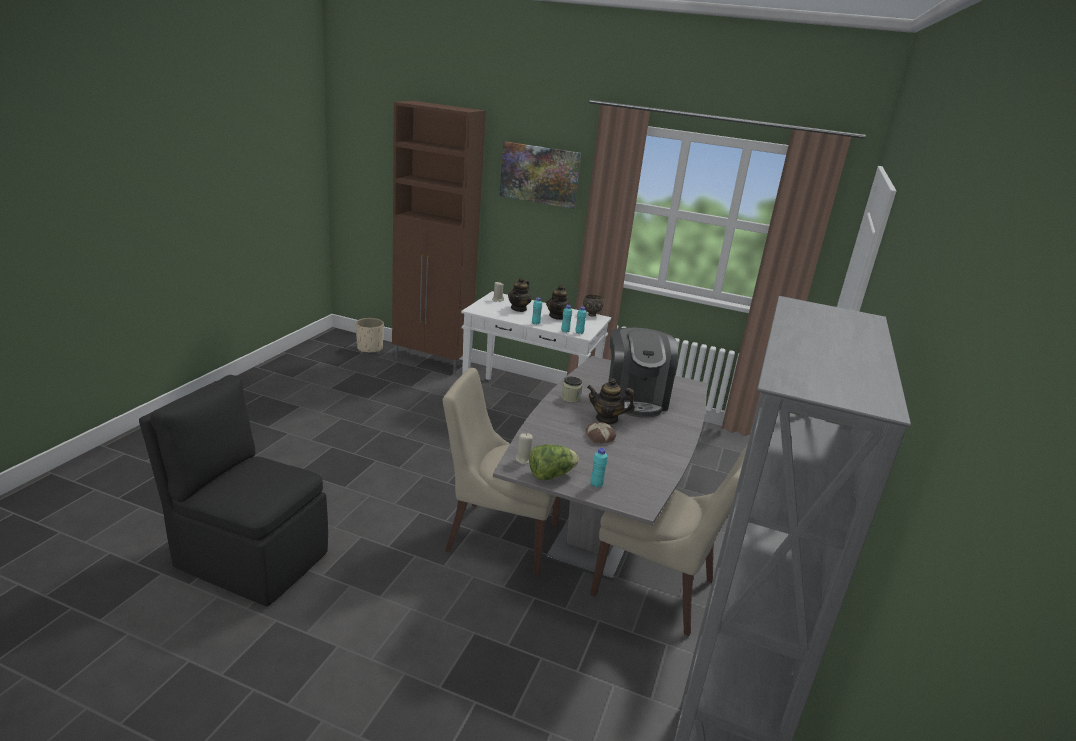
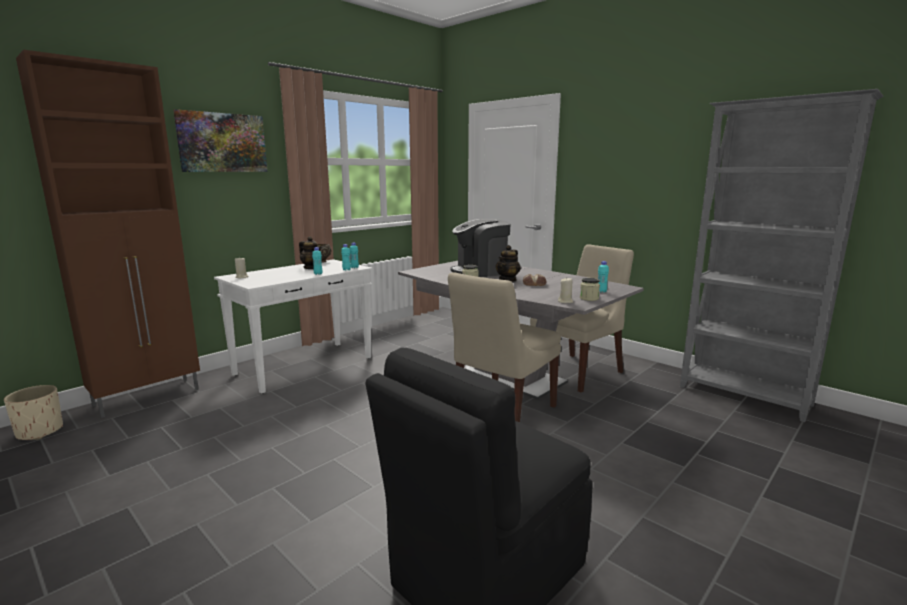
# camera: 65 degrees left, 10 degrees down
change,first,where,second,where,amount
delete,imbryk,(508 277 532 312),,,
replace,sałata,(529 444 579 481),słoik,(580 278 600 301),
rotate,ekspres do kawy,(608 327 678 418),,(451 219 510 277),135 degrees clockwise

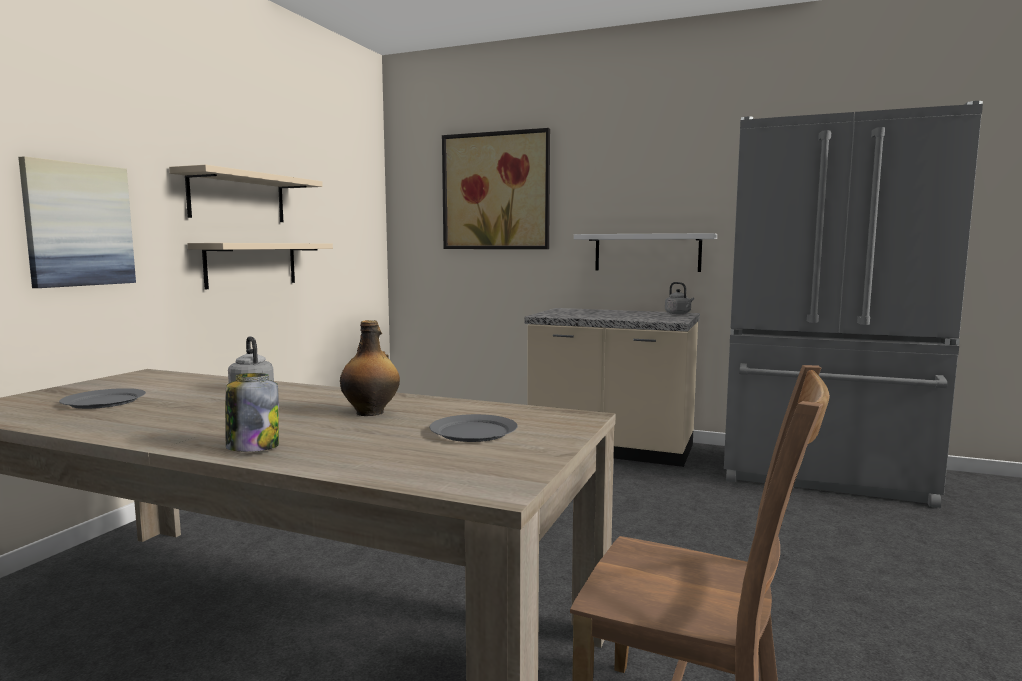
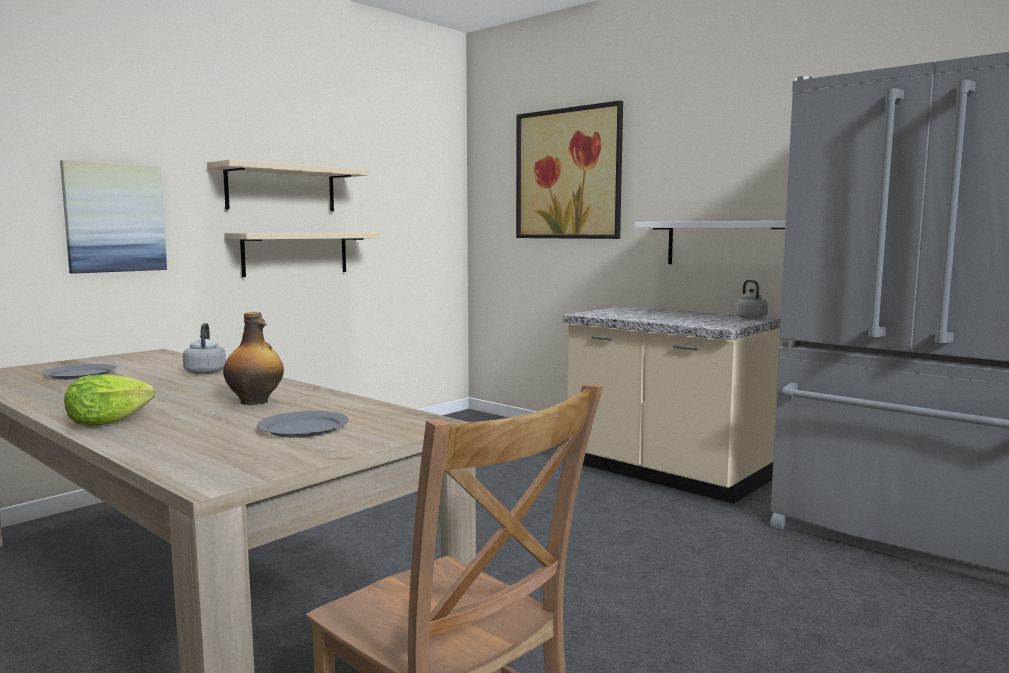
# camera: 20 degrees right, 0 degrees up
change,first,where,second,where,amount
replace,słoik,(225 373 279 452),sałata,(64 374 155 426),

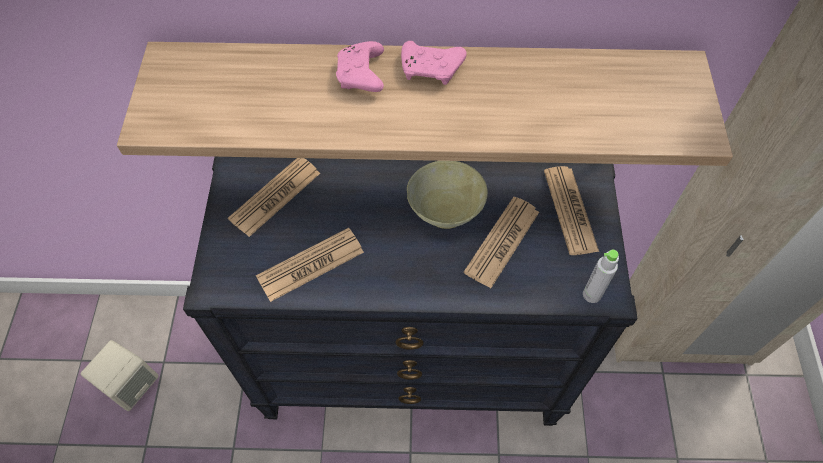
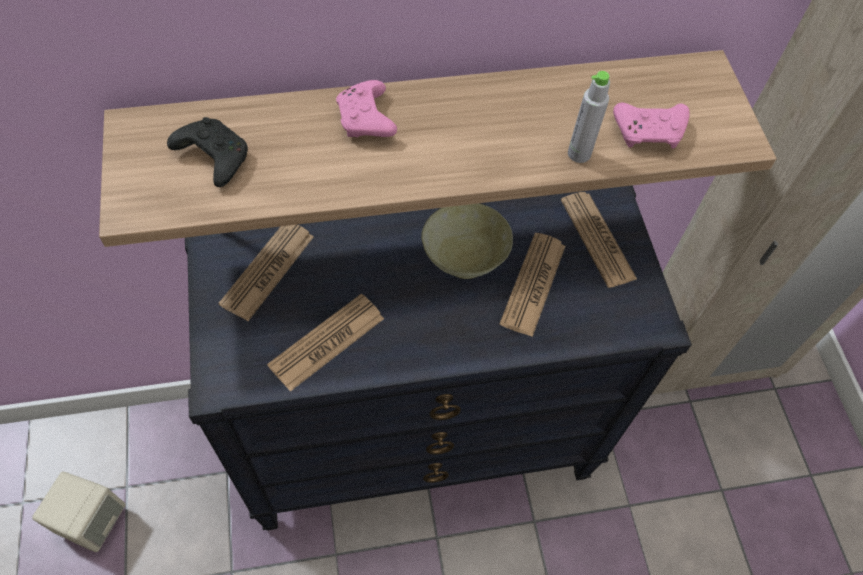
# camera: 15 degrees left, 0 degrees up
change,first,where,second,where,amount
move,pad do gier [różowy],(401 41 467 85),,(613 103 690 148),
move,butelka [szary],(583 250 619 303),,(568 71 610 163),
insert,,,pad do gier [czarny],(167 117 248 187),

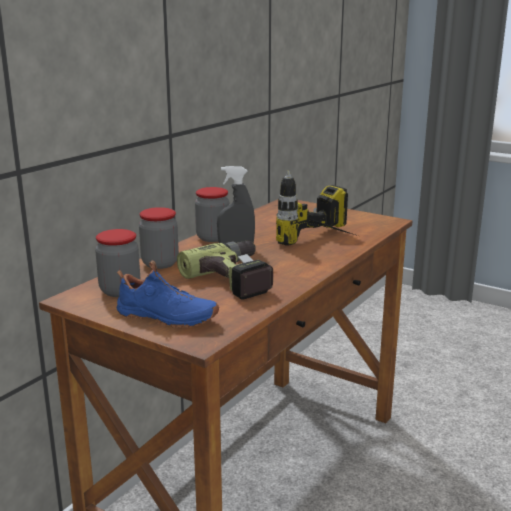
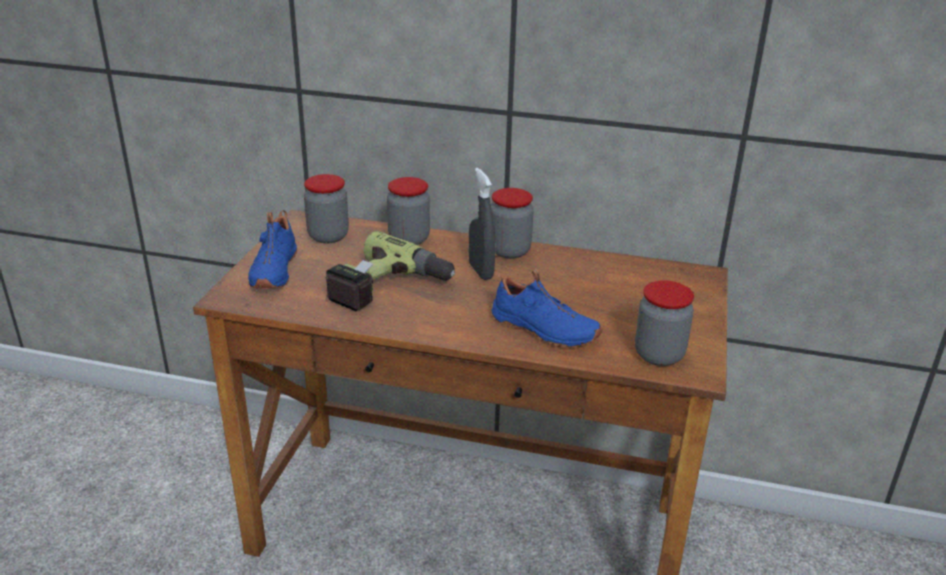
# camera: 70 degrees right, 10 degrees up
change,first,where,second,where,amount
replace,wiertarka,(276 171 358 246),but [niebieski],(492 269 602 348),
insert,,,słoik,(635 280 694 366),

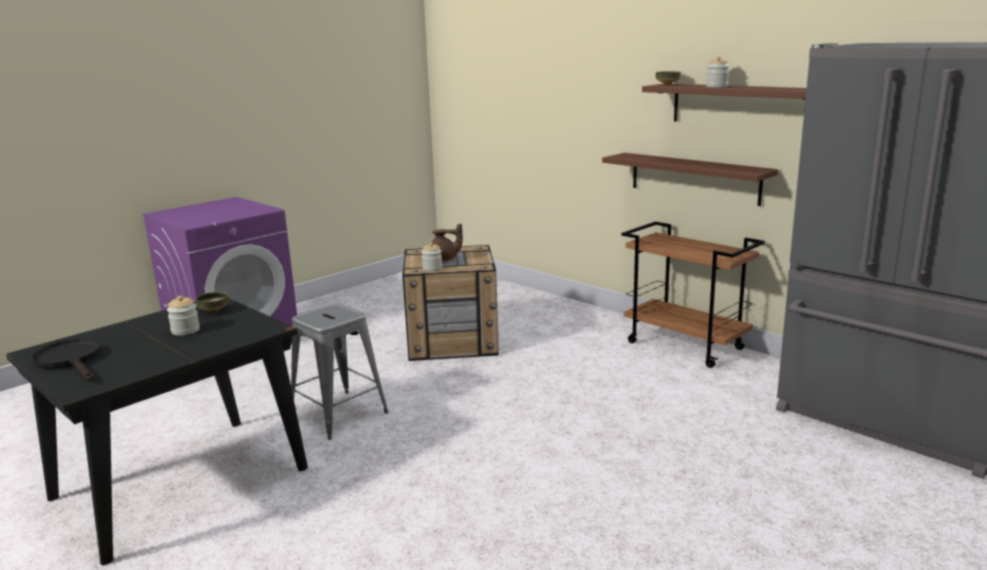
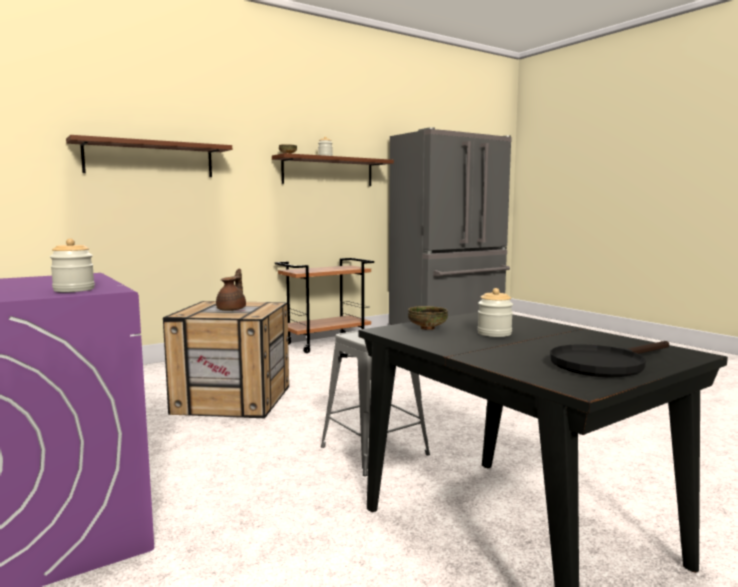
# camera: 80 degrees left, 10 degrees down
change,first,where,second,where,amount
move,słoik,(422 243 442 271),,(50 239 95 292),
move,półka [brązowy],(602 153 778 206),,(66 135 232 177),

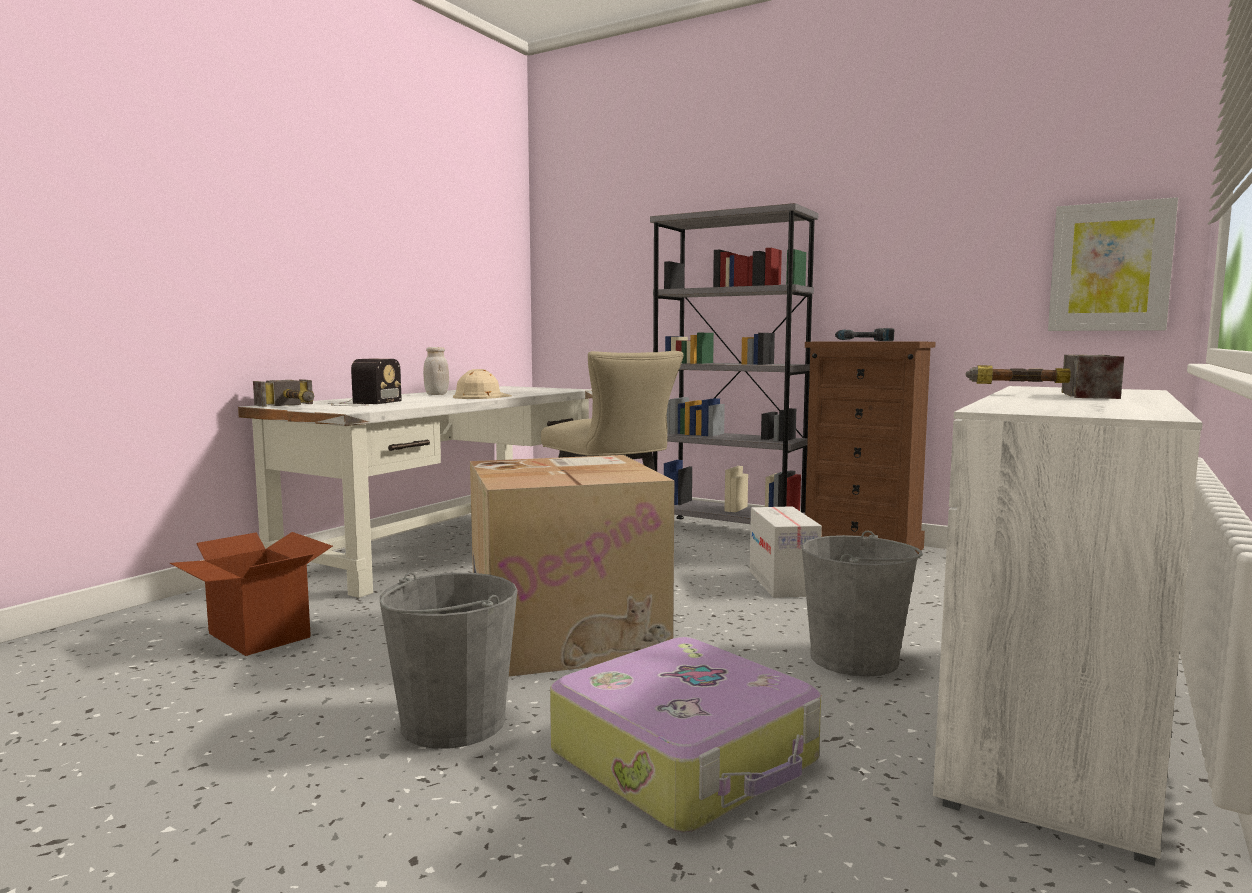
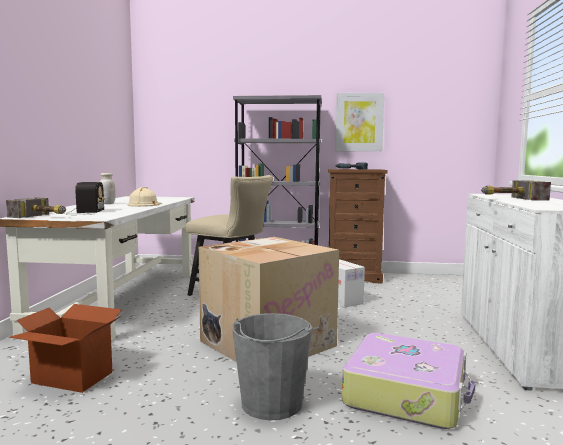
# camera: 25 degrees left, 0 degrees up
change,first,where,second,where,amount
delete,wiadro [szary],(802 530 923 677),,,
move,obraz,(1048 197 1178 331),,(335 93 384 151),

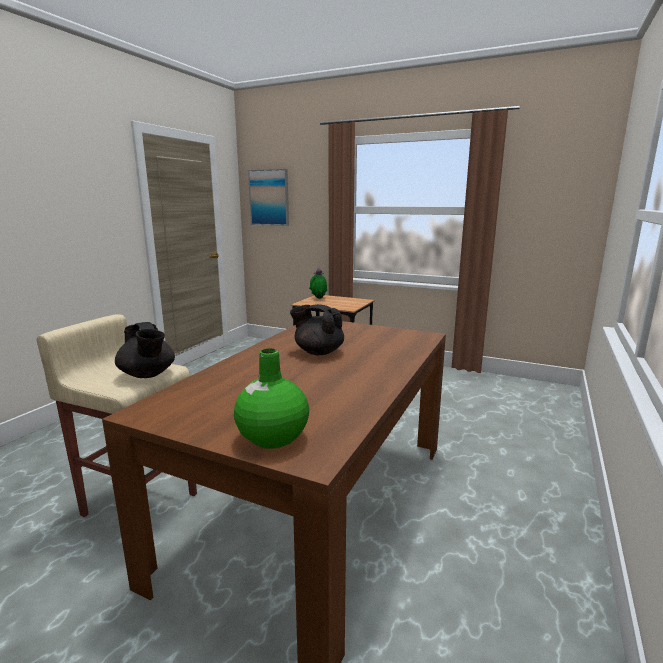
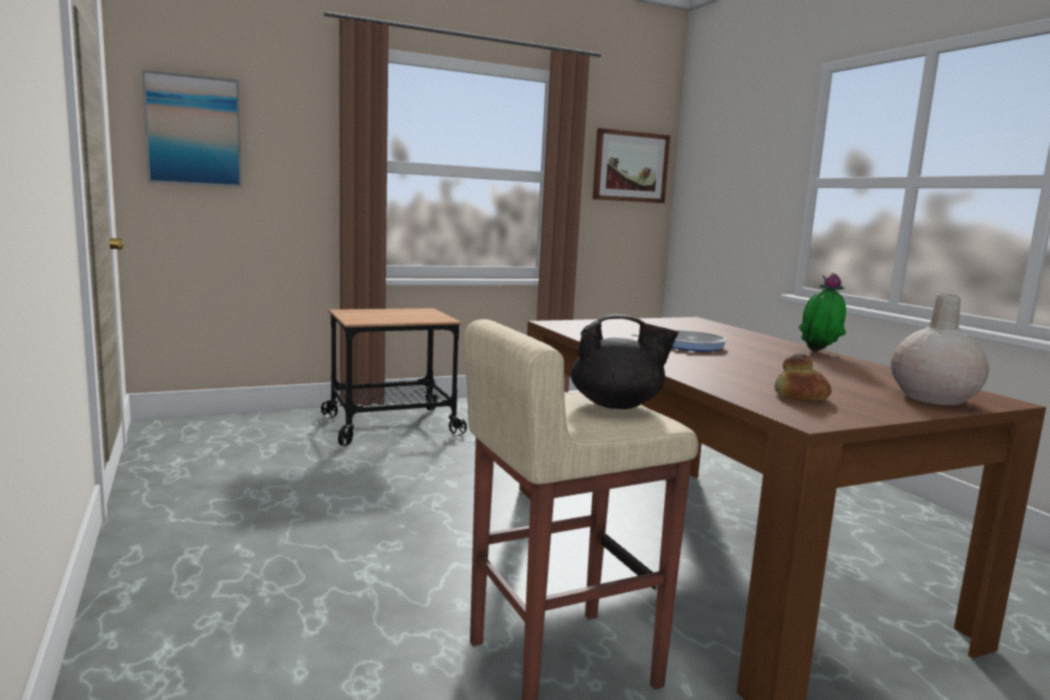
# camera: 50 degrees left, 5 degrees down
change,first,where,second,where,amount
recolor,wazon [zielony],(234 348 309 449),wazon [beżowy],(891 294 989 405),
replace,imbryk [czarny],(290 304 344 355),patelnia,(631 330 727 351),
move,roślina doniczkowa,(309 268 327 299),,(799 273 846 352),
insert,,,obraz,(593 128 670 203),
insert,,,chleb,(774 353 832 401),

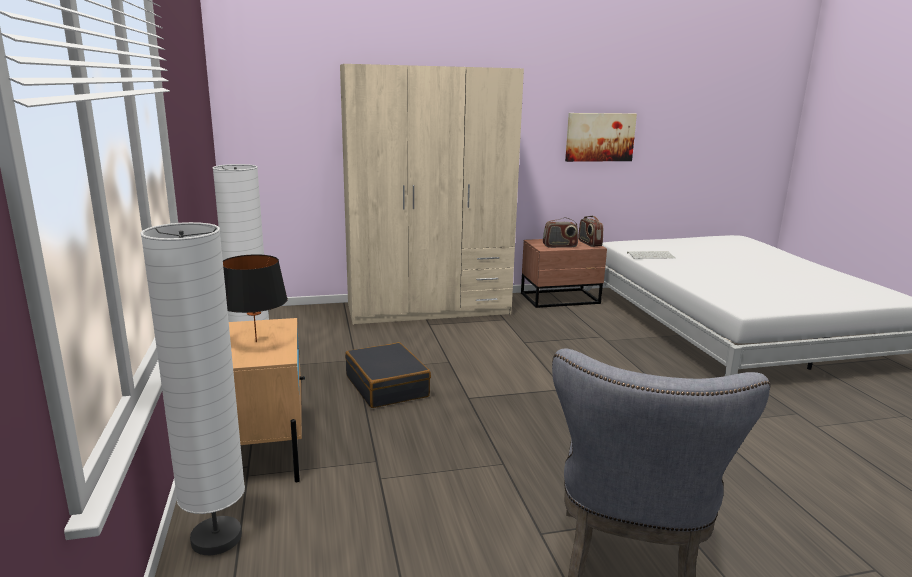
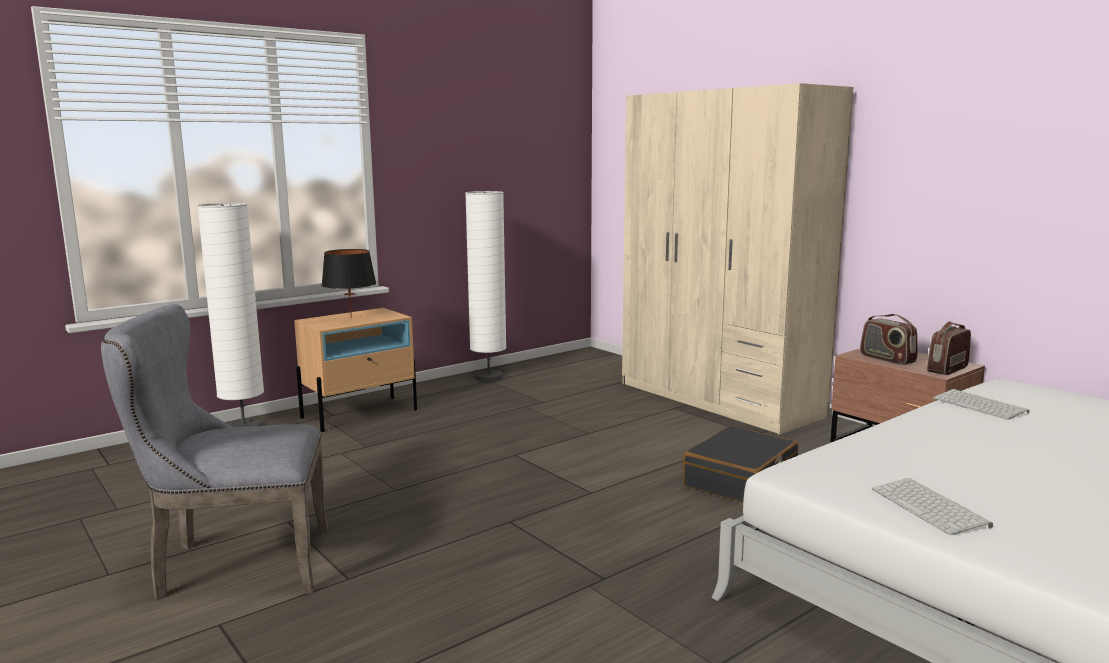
# camera: 65 degrees right, 5 degrees down
change,first,where,second,where,amount
move,walizka [czarny],(345 342 431 408),,(683 426 798 503),
delete,obraz,(565 113 637 162),,,
insert,,,klawiatura,(872 478 993 535),

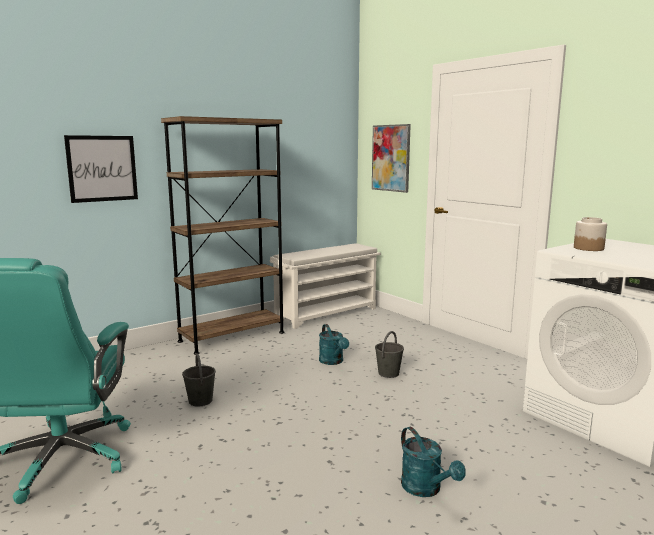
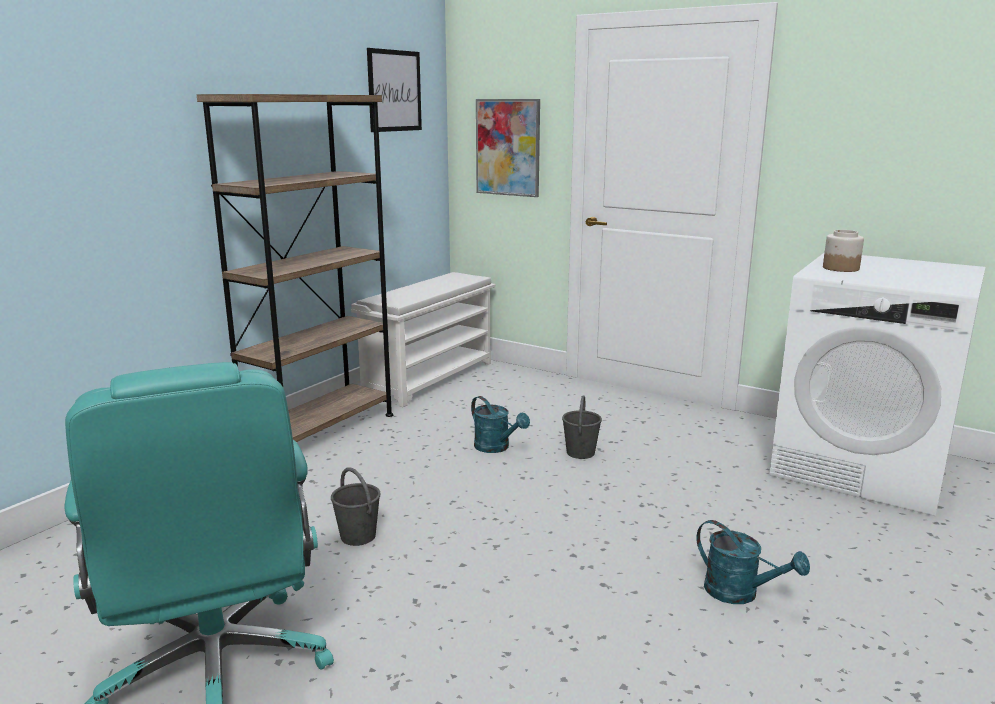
# camera: 20 degrees left, 5 degrees up
change,first,where,second,where,amount
move,obraz,(64 135 138 203),,(367 48 422 132),

